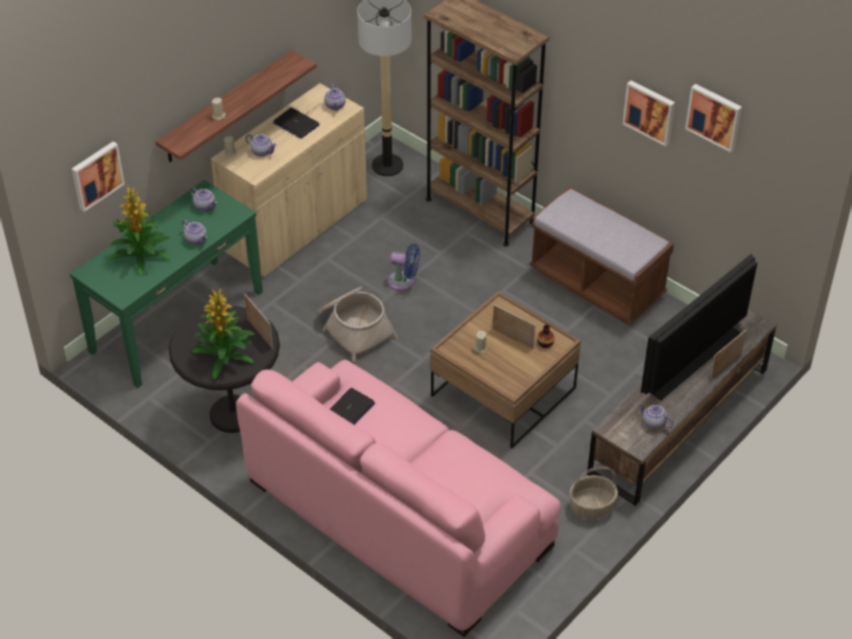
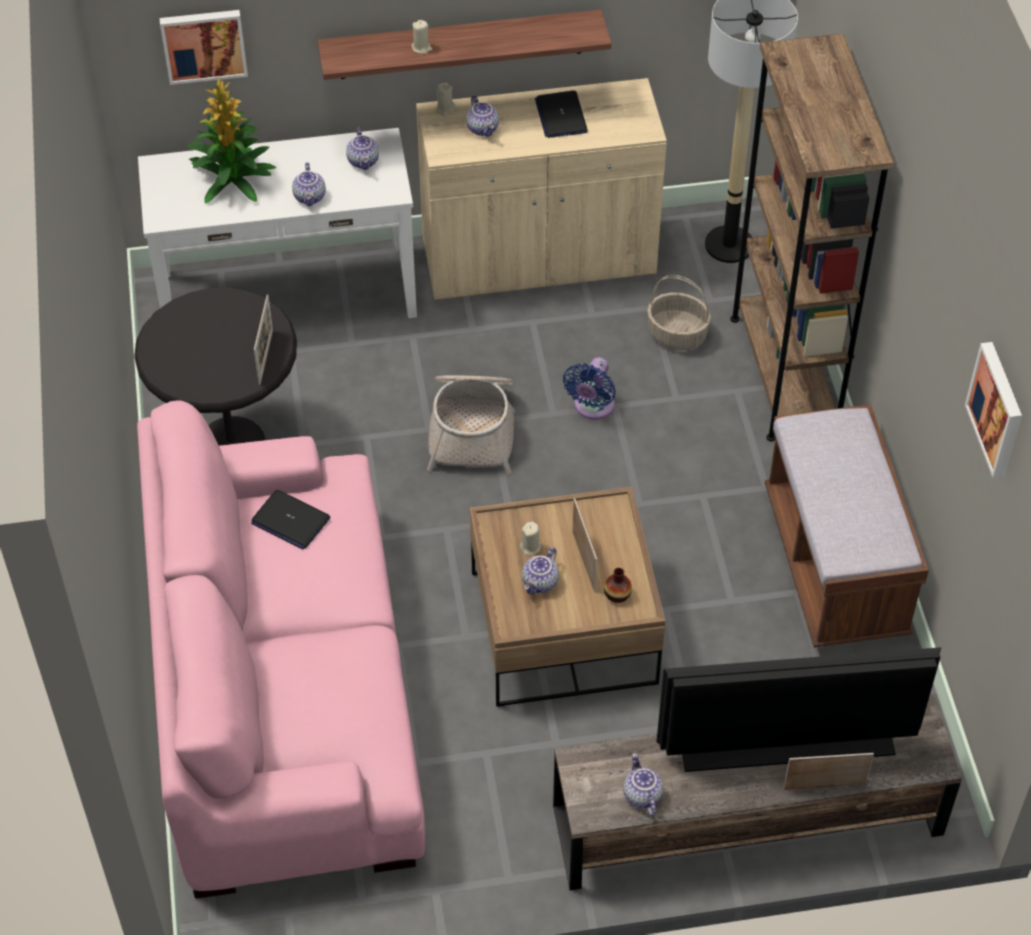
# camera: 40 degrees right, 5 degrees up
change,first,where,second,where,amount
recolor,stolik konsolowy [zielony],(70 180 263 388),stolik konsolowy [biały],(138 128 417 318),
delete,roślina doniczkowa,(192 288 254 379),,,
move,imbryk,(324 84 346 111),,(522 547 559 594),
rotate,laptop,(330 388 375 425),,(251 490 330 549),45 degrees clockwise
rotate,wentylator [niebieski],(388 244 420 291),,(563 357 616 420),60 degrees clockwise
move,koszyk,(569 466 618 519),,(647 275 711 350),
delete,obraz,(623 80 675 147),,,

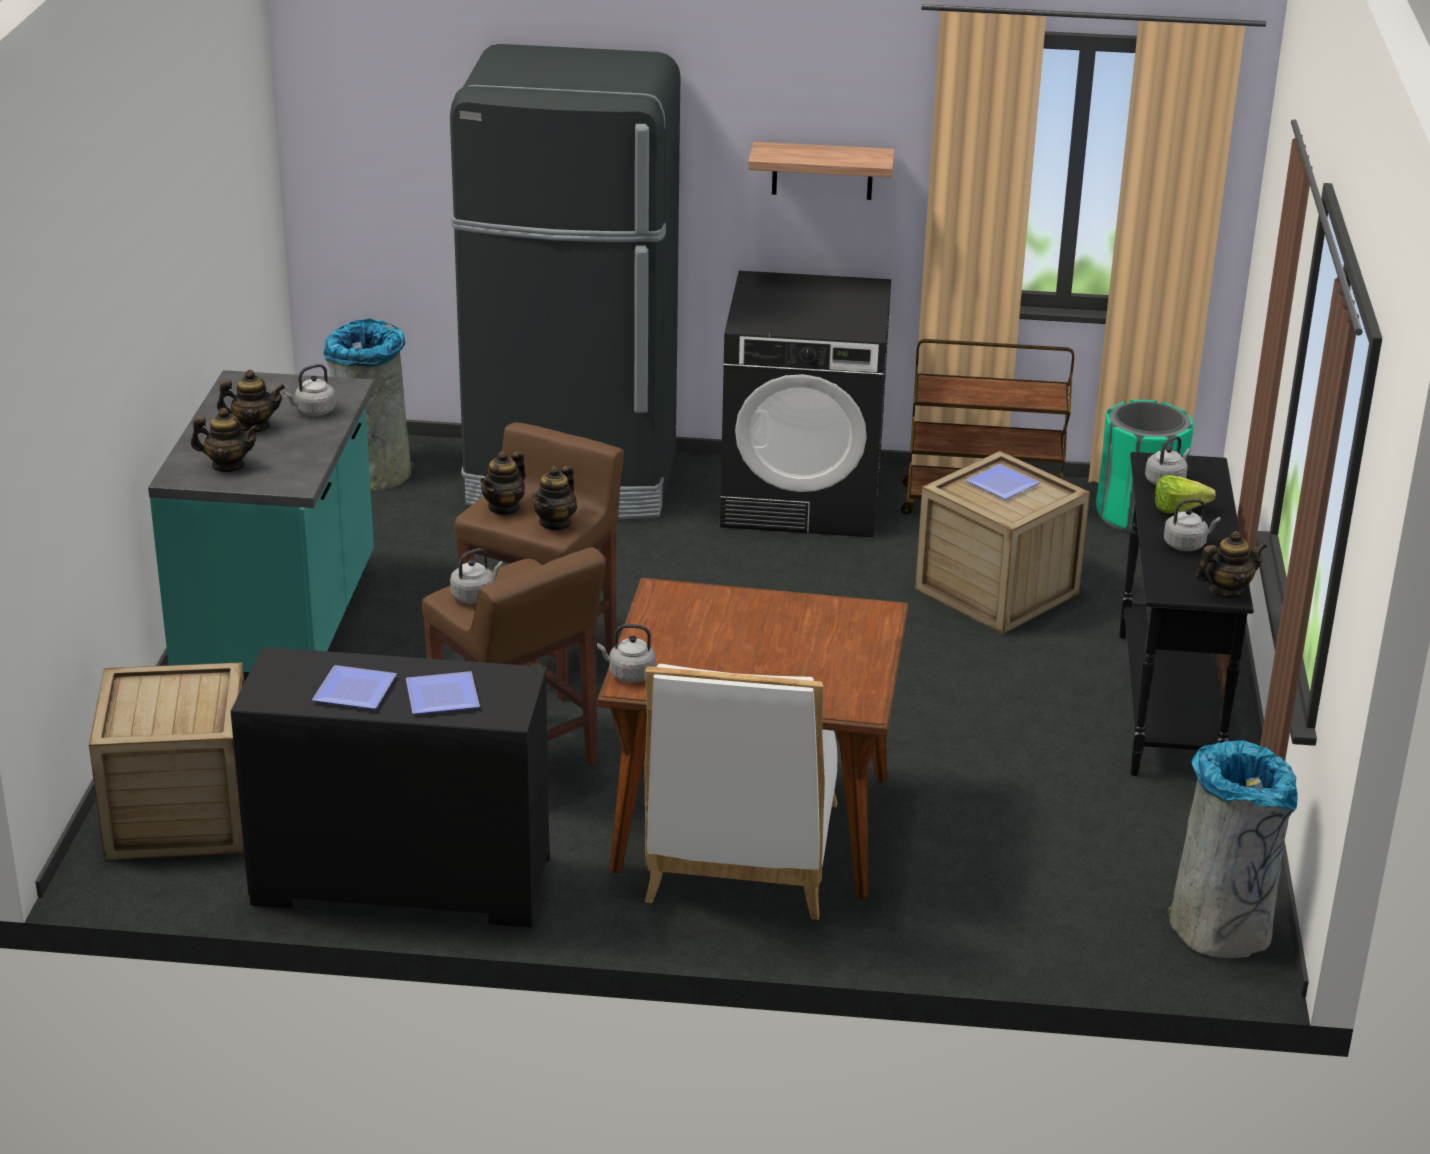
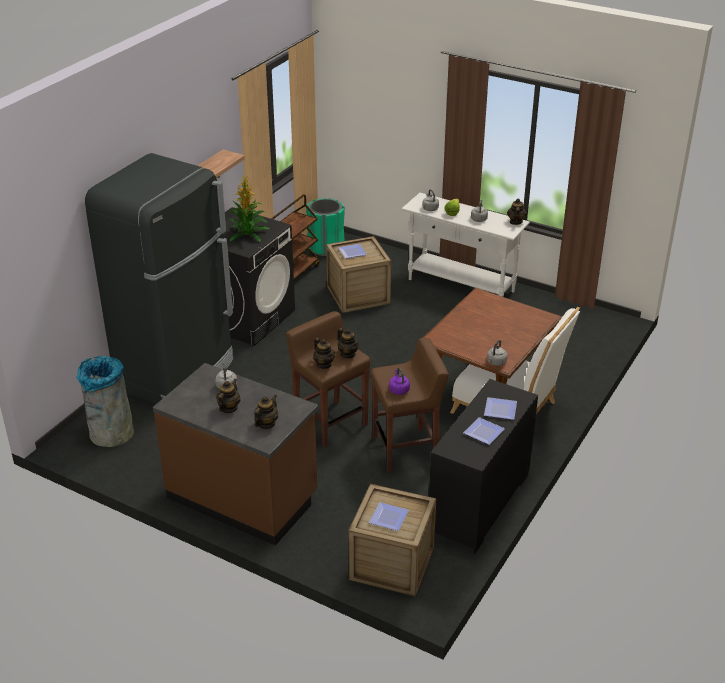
# camera: 65 degrees left, 5 degrees up
change,first,where,second,where,amount
recolor,zabudowa kuchenna [turkusowy],(148 370 374 683),zabudowa kuchenna [brązowy],(153 363 318 546),
recolor,czajnik [szary],(450 548 503 604),czajnik [fioletowy],(389 368 410 395),
recolor,stolik konsolowy [czarny],(1119 452 1254 776),stolik konsolowy [biały],(401 193 530 297),
delete,kosz na śmieci [szary],(1167 740 1298 958),,,
insert,,,roślina doniczkowa,(229 175 270 242),
insert,,,talerz,(369 502 409 531),

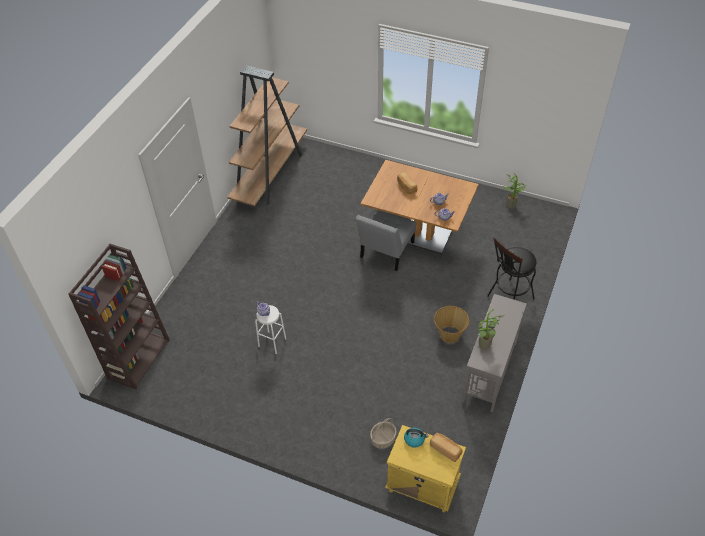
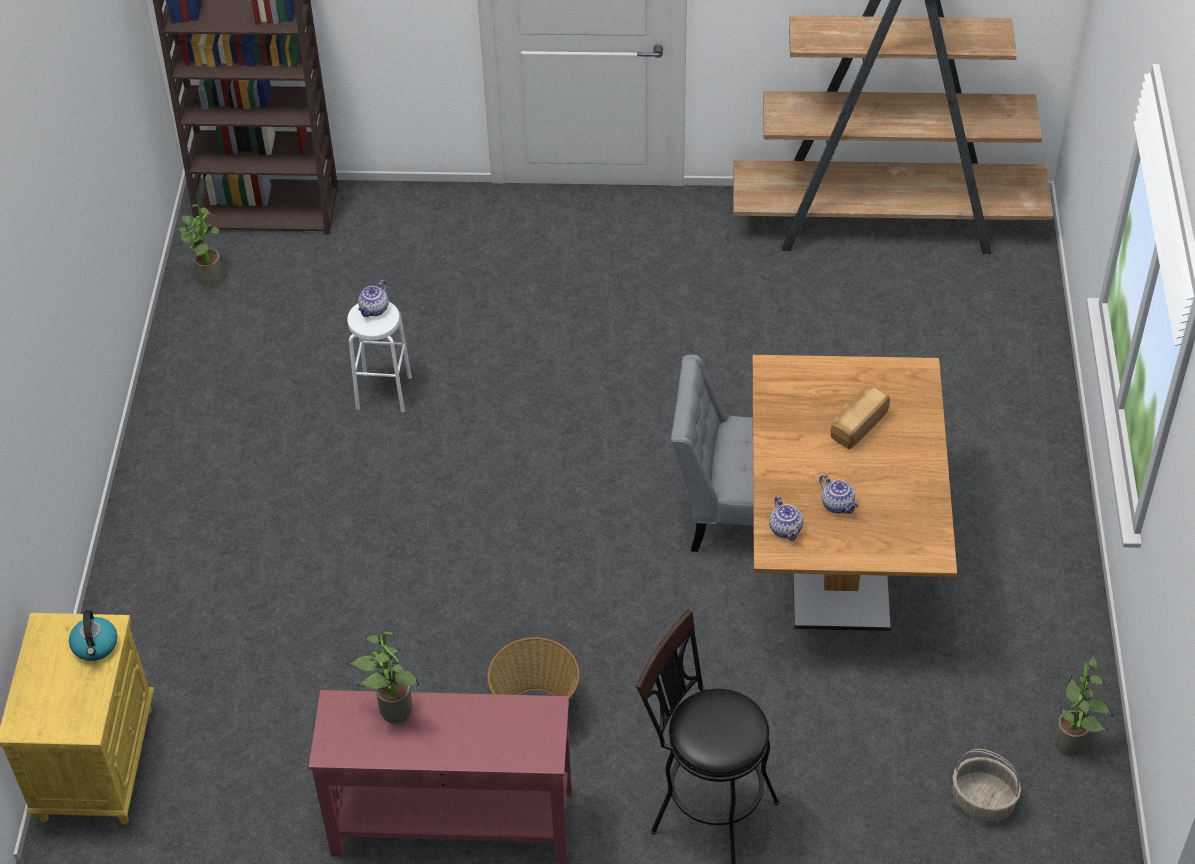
# camera: 70 degrees right, 0 degrees up
change,first,where,second,where,amount
move,koszyk,(370 418 397 449),,(952 749 1021 821),
delete,chleb,(430 433 462 462),,,
recolor,stolik konsolowy [szary],(462 294 527 412),stolik konsolowy [czerwony],(309 690 572 863),
insert,,,roślina doniczkowa,(178 204 223 287),

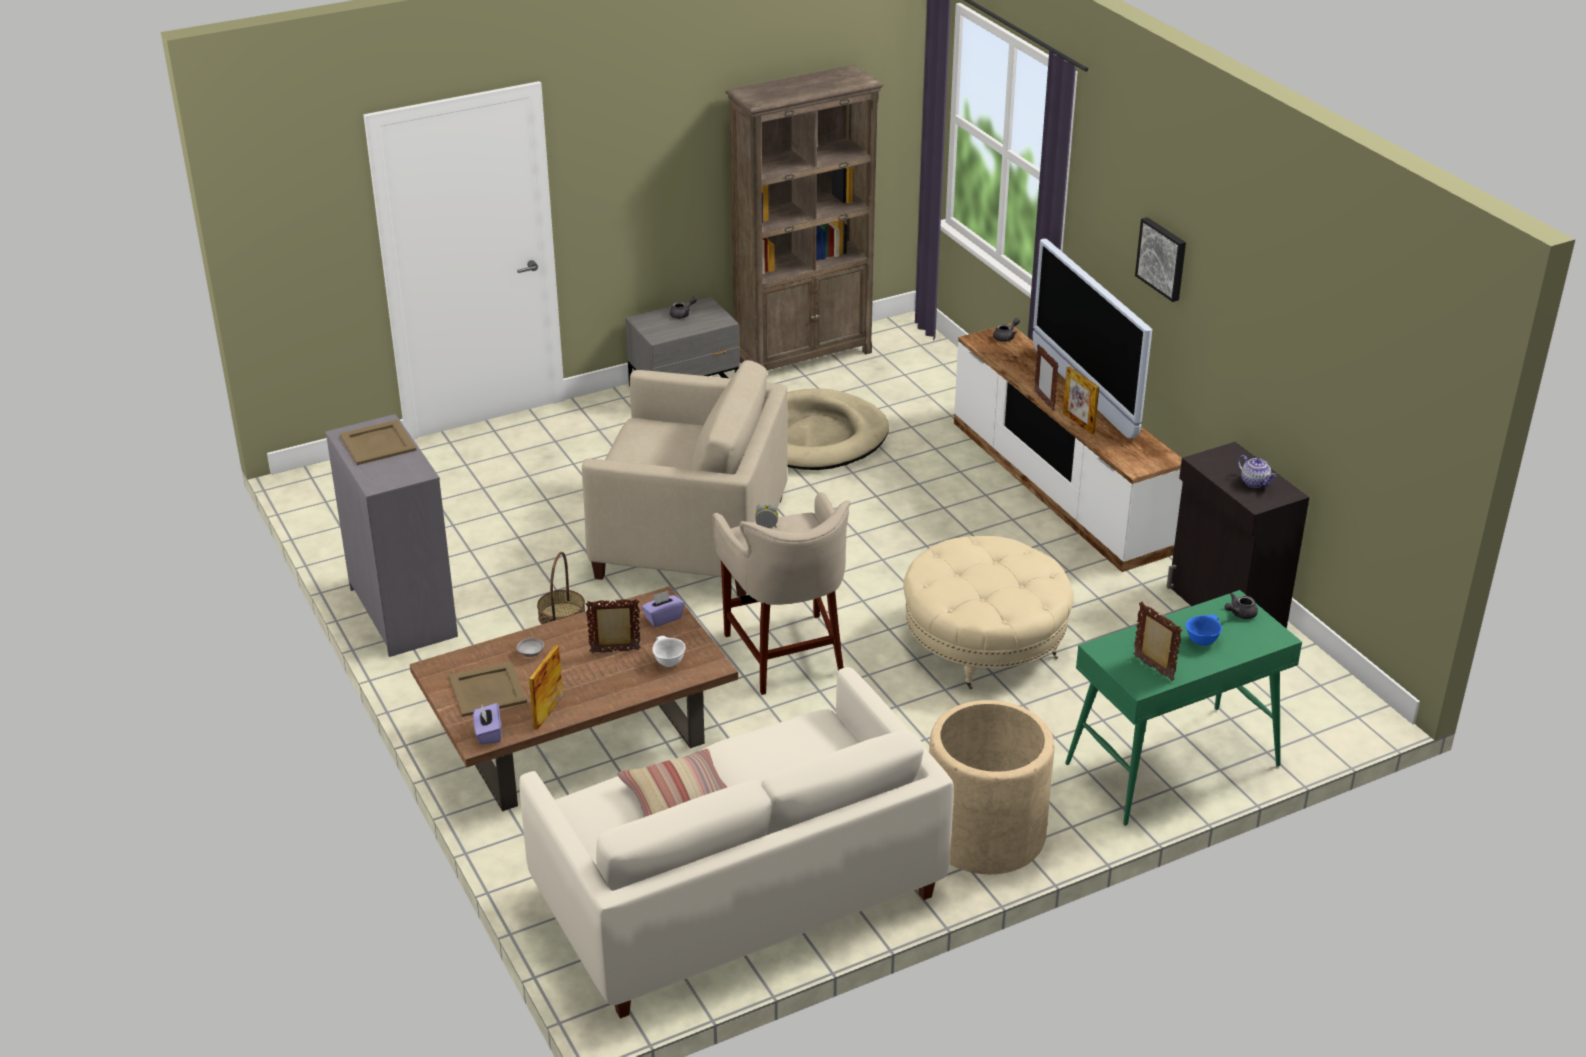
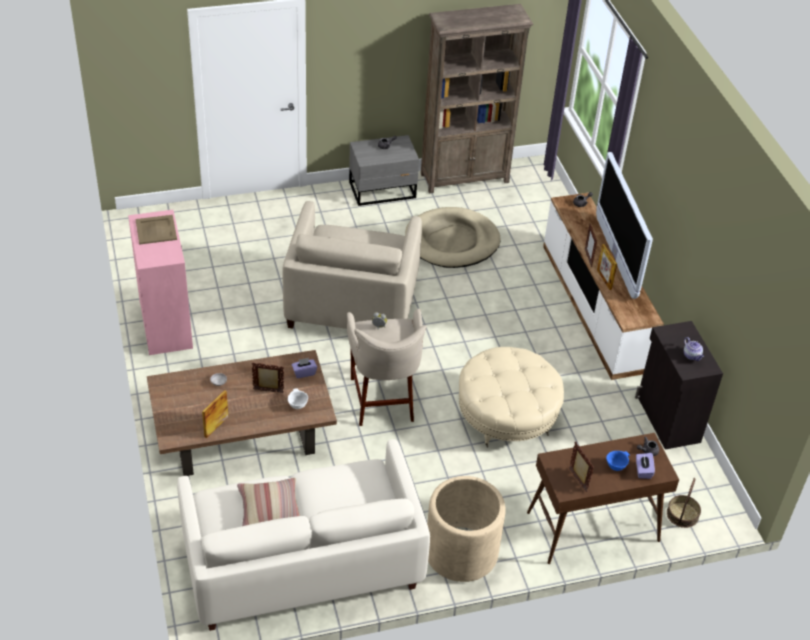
# camera: 10 degrees right, 10 degrees up
change,first,where,second,where,amount
recolor,komoda [szary],(325 414 458 657),komoda [różowy],(128 210 193 355),
delete,taca [beżowy],(449 662 527 717),,,
move,pudełko chusteczek [fioletowy],(473 703 501 745),,(636 453 655 479),
move,koszyk,(537 552 585 625),,(667 478 701 528),
rotate,fotel [beżowy],(582 360 788 597),,(282 201 422 329),75 degrees clockwise
recolor,stolik konsolowy [zielony],(1065 590 1302 826),stolik konsolowy [brązowy],(527 433 679 564),
delete,obraz,(1135 217 1186 302),,,

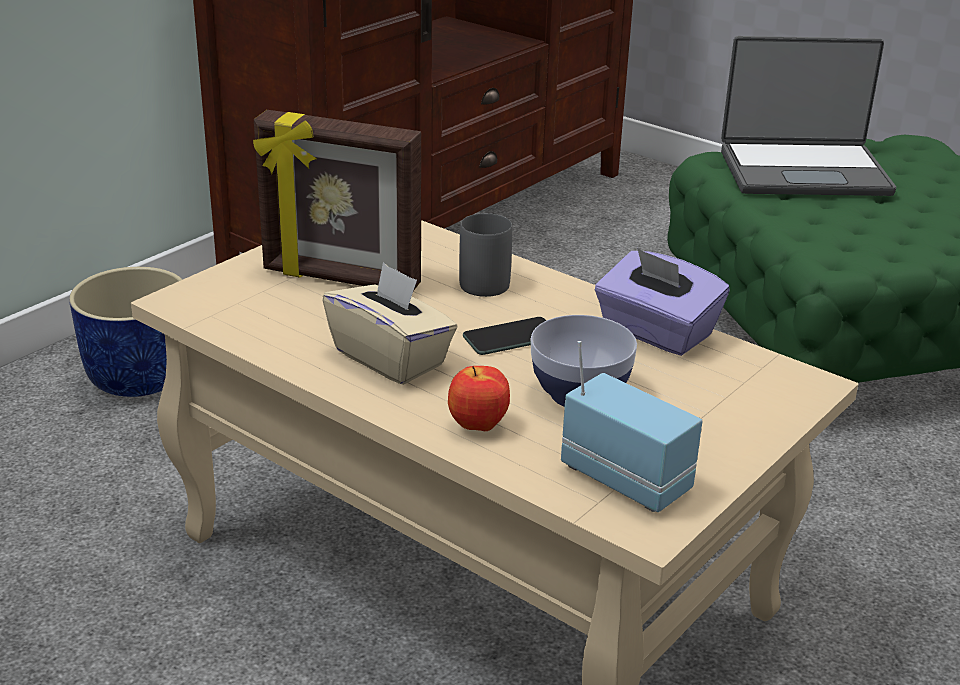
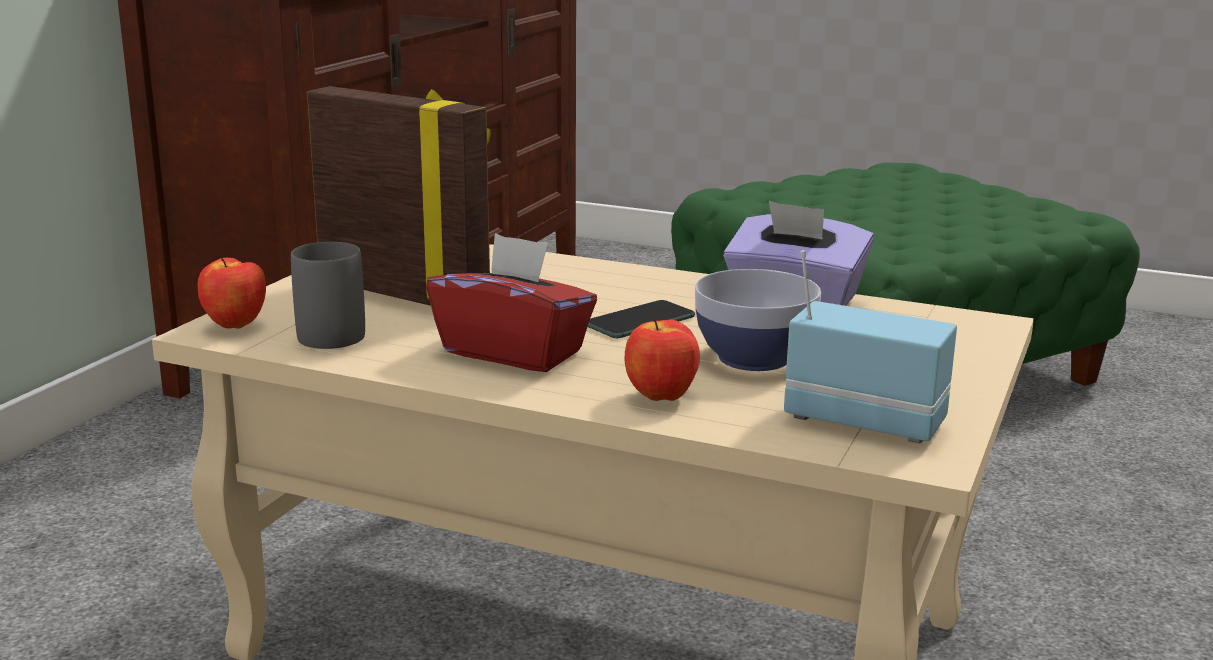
# camera: 15 degrees left, 10 degrees down
change,first,where,second,where,amount
delete,donica [niebieski],(69 267 183 397),,,
rotate,ramka na zdjęcie,(253 110 421 290),,(307 86 491 306),150 degrees counterclockwise
recolor,pudełko chusteczek [beżowy],(322 262 458 385),pudełko chusteczek [czerwony],(426 233 597 372),
move,kubek [szary],(459 213 512 297),,(291 242 365 349),
delete,laptop,(721 36 896 196),,,
insert,,,jabłko,(198 258 266 329),

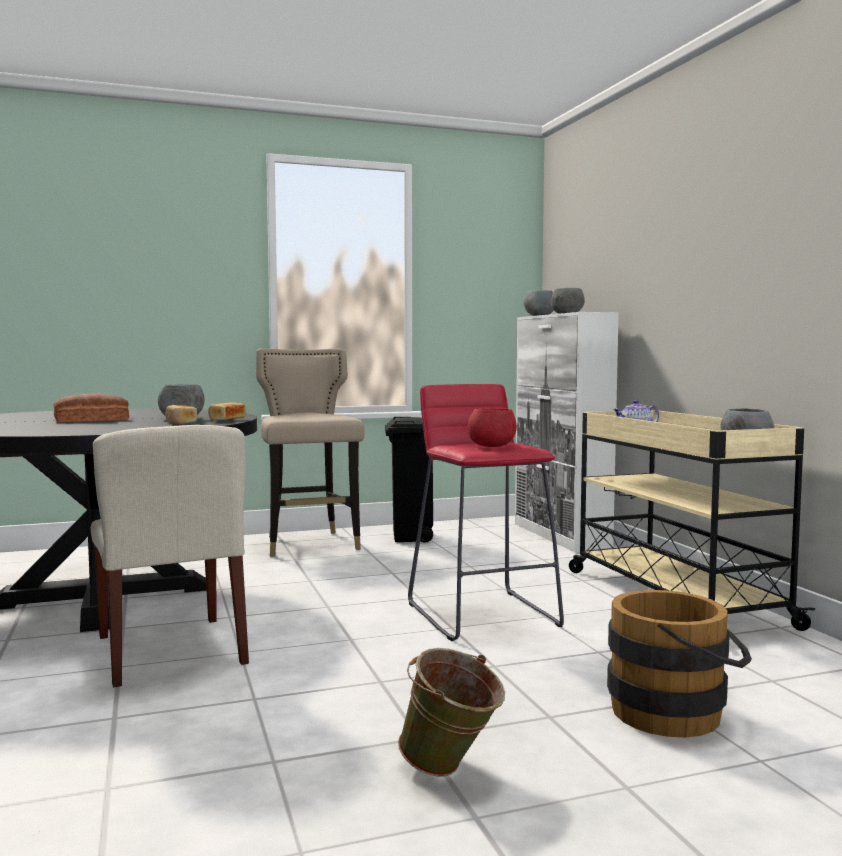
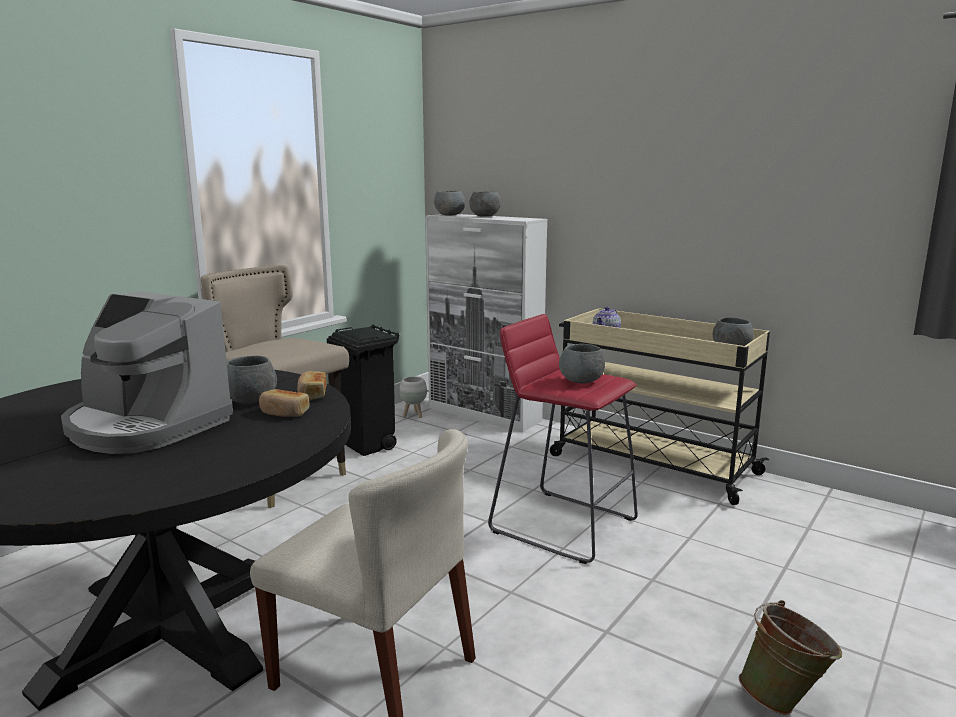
# camera: 35 degrees left, 10 degrees up
change,first,where,second,where,amount
replace,chleb,(53 393 129 422),ekspres do kawy,(61 291 233 454),
recolor,miska [czerwony],(467 408 517 447),miska [szary],(559 344 605 383),
delete,wiadro [brązowy],(607 590 752 737),,,
insert,,,donica [biały],(399 376 427 418),

